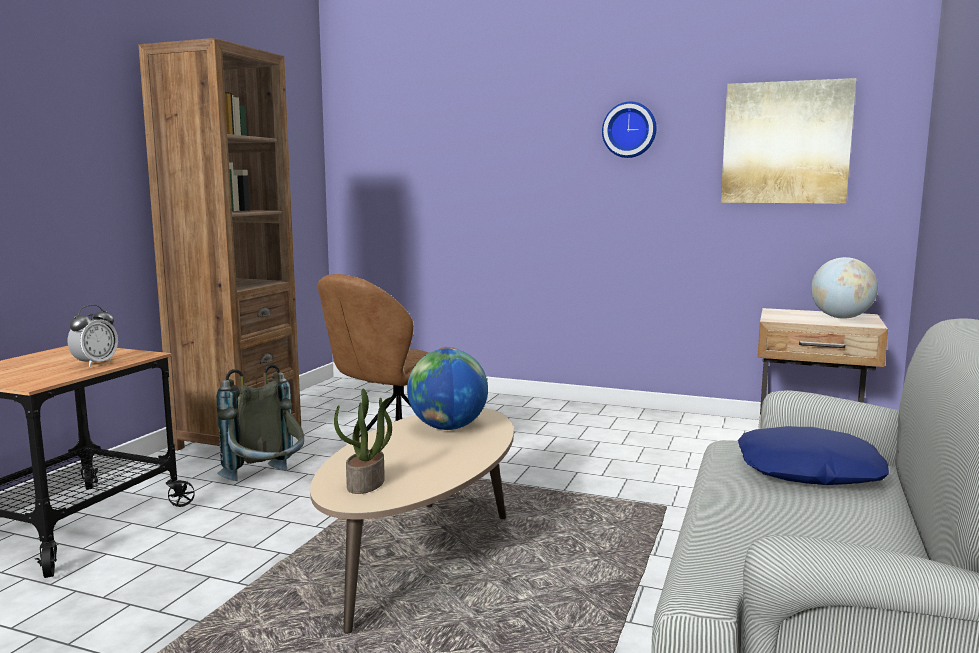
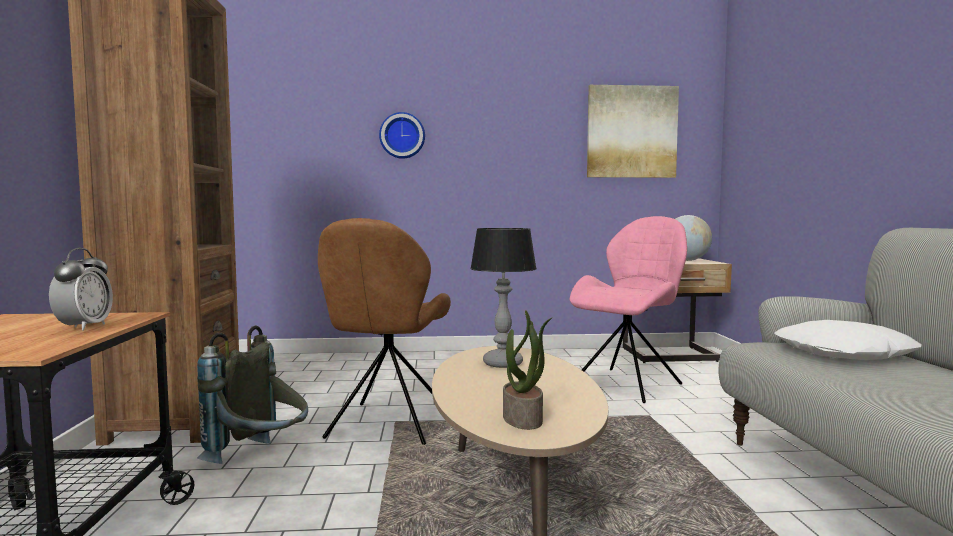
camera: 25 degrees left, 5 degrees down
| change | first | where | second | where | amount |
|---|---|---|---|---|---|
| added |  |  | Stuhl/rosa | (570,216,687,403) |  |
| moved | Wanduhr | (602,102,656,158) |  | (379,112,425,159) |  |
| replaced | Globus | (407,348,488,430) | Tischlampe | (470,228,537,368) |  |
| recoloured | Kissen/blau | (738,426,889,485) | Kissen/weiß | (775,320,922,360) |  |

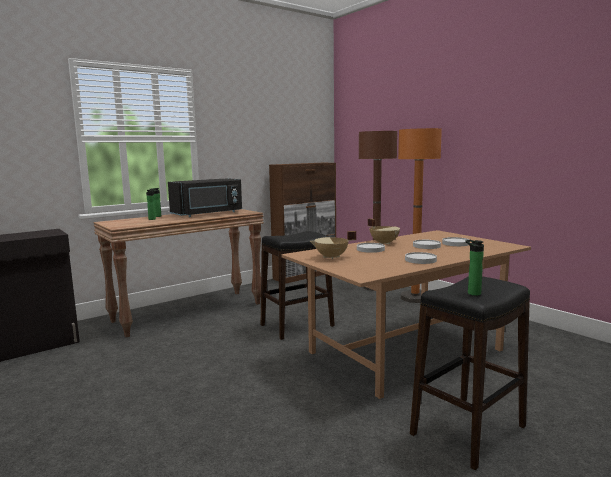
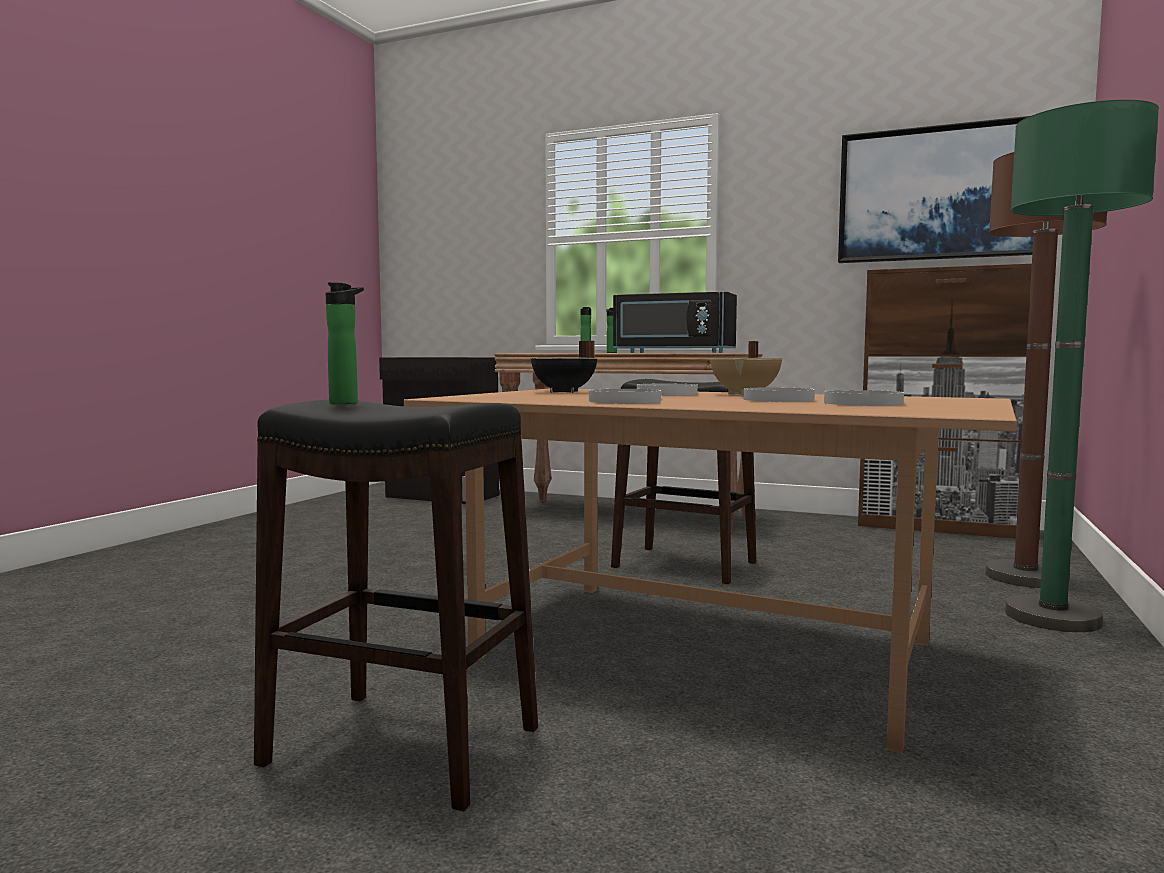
camera: 60 degrees right, 5 degrees down
| change | first | where | second | where | amount |
|---|---|---|---|---|---|
| added |  |  | Bild | (838,116,1033,263) |  |
| recoloured | Kochtopf/beige | (310,231,356,259) | Kochtopf/schwarz | (531,341,597,393) |  |
| recoloured | Stehlampe/orange | (398,128,442,303) | Stehlampe/grün | (1005,100,1159,632) |  |

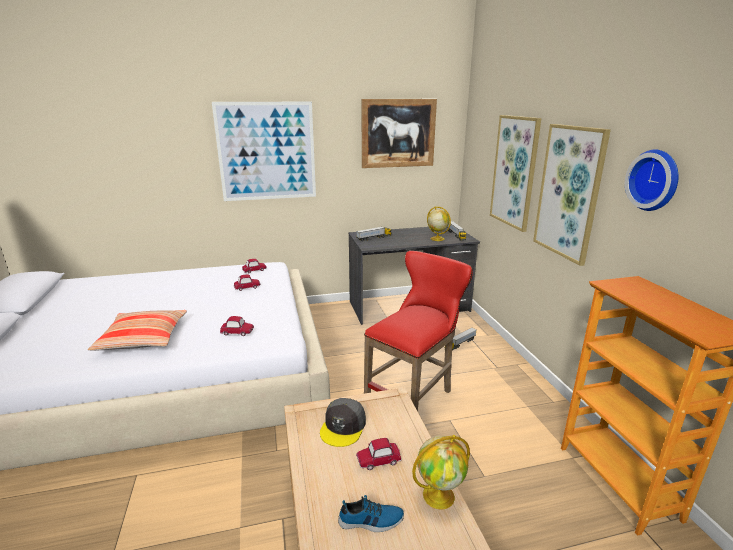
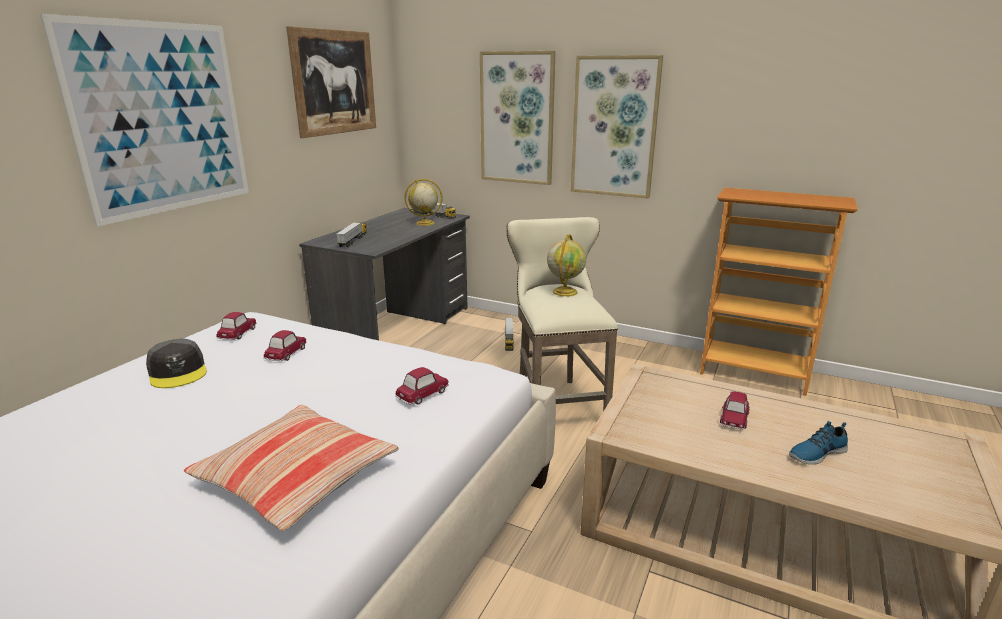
camera: 50 degrees left, 0 degrees up
| change | first | where | second | where | amount |
|---|---|---|---|---|---|
| removed | Wanduhr | (625,150,678,211) |  |  |  |
| moved | Kappe/grau | (320,398,366,447) |  | (146,338,207,388) |  |
| moved | Globus | (412,435,470,509) |  | (547,234,586,297) |  |
| recoloured | Hocker/rot | (364,251,473,411) | Hocker/beige | (507,217,618,411) |  |
| turned | Schuh | (338,495,404,532) |  | (789,421,848,465) | 150 degrees counterclockwise |

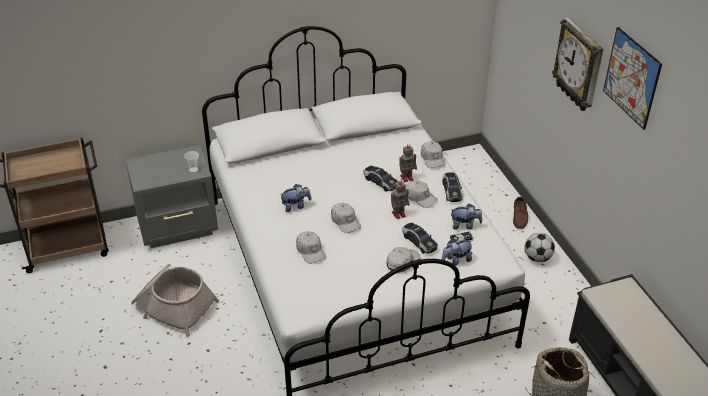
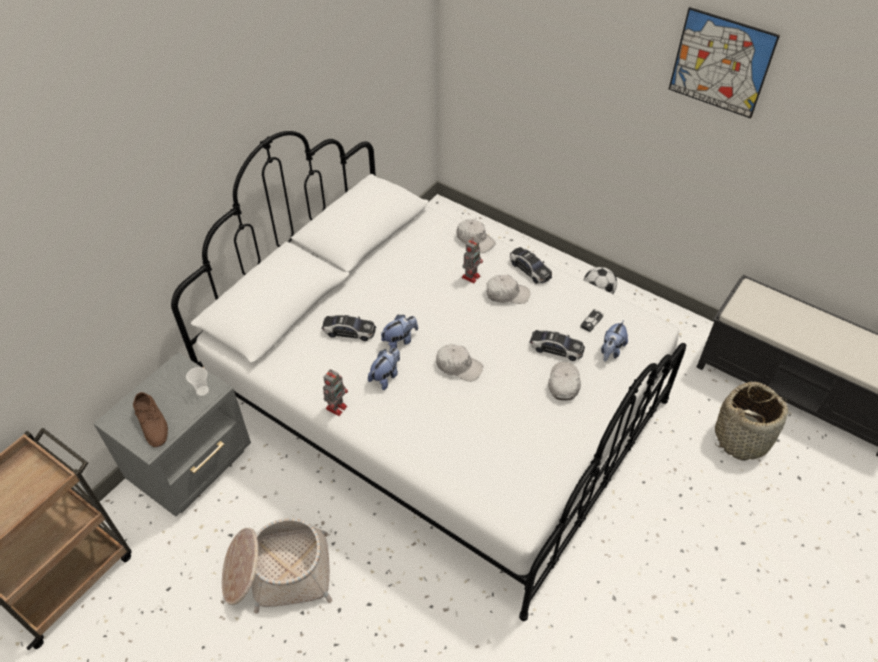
camera: 35 degrees left, 10 degrees up
| change | first | where | second | where | amount |
|---|---|---|---|---|---|
| removed | Kappe/weiß | (296,231,326,264) |  |  |  |
| removed | Wanduhr | (552,17,603,111) |  |  |  |
| moved | Spielzeugauto | (363,166,398,192) |  | (322,315,376,341) |  |
| moved | Spielzeugroboter | (391,179,410,219) |  | (323,369,348,416) |  |
| moved | Plüschtier | (451,203,482,230) |  | (380,315,418,350) |  |
| moved | Schuh/braun | (513,197,528,229) |  | (133,392,168,447) |  |

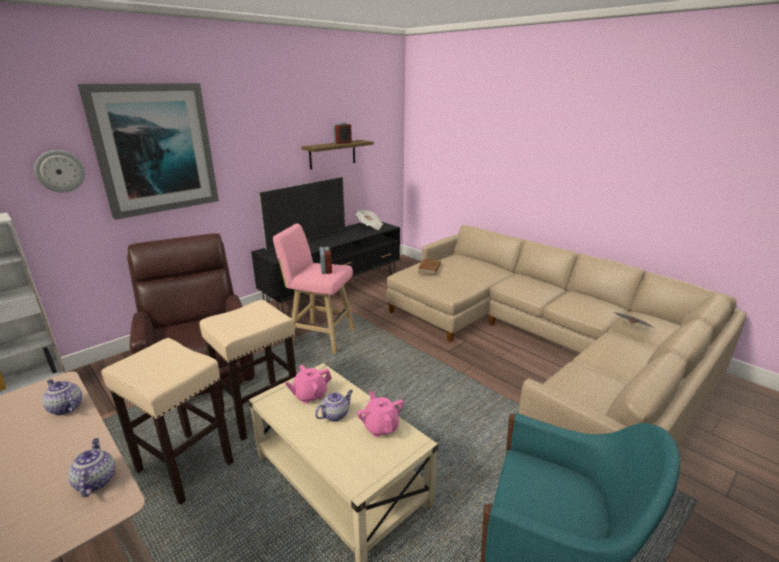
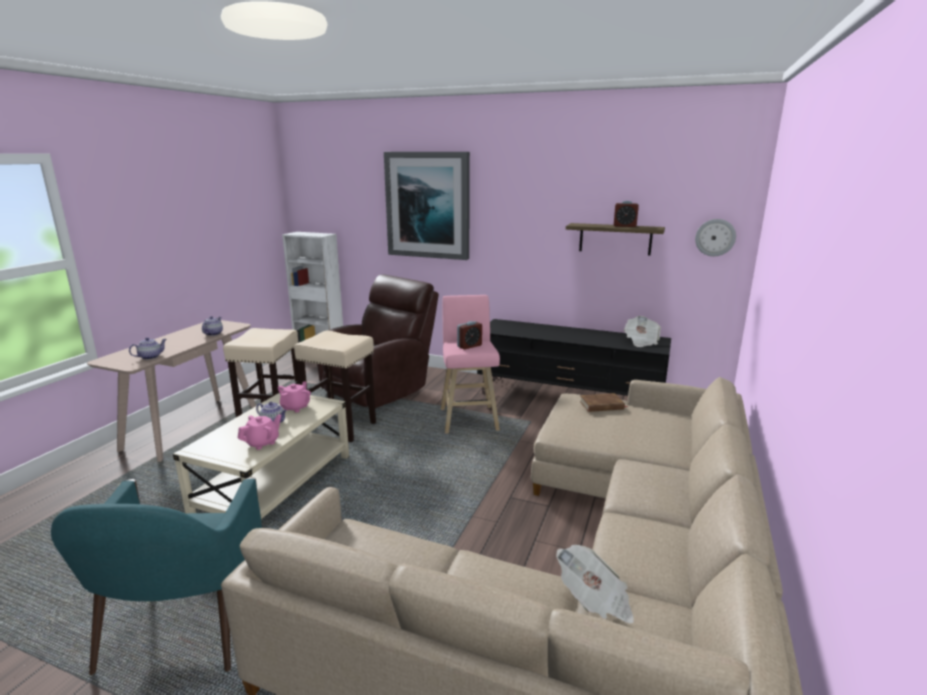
camera: 65 degrees right, 5 degrees down
| change | first | where | second | where | amount |
|---|---|---|---|---|---|
| removed | Fernseher | (259,177,345,251) |  |  |  |
| moved | Wanduhr | (34,150,85,193) |  | (695,219,736,256) |  |
| turned | Teekanne/rosa | (285,365,332,404) |  | (278,381,311,413) | 75 degrees clockwise |

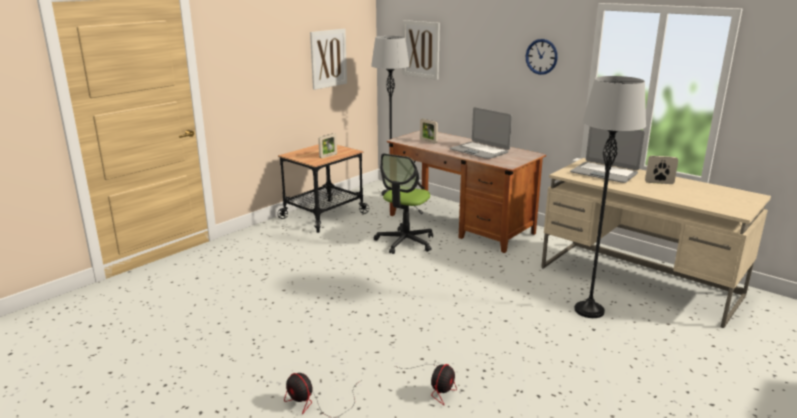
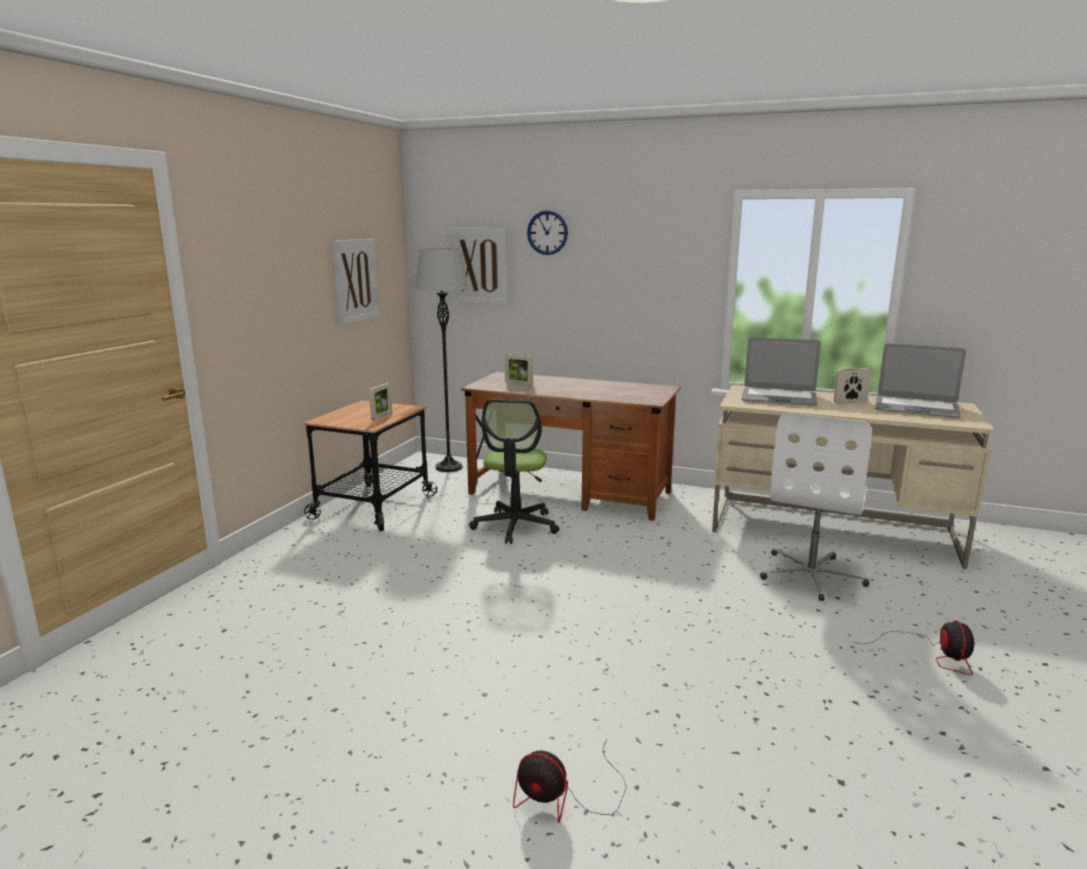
camera: 20 degrees left, 5 degrees down
| change | first | where | second | where | amount |
|---|---|---|---|---|---|
| moved | Ventilator | (395,364,457,405) |  | (853,621,974,675) |  |
| moved | Laptop | (450,107,512,159) |  | (875,343,966,418) |  |
| moved | Wanduhr | (526,39,558,75) |  | (527,210,568,255) |  |
| replaced | Stehlampe/grau | (574,76,646,318) | Bürostuhl/weiß | (760,413,872,601) |  |

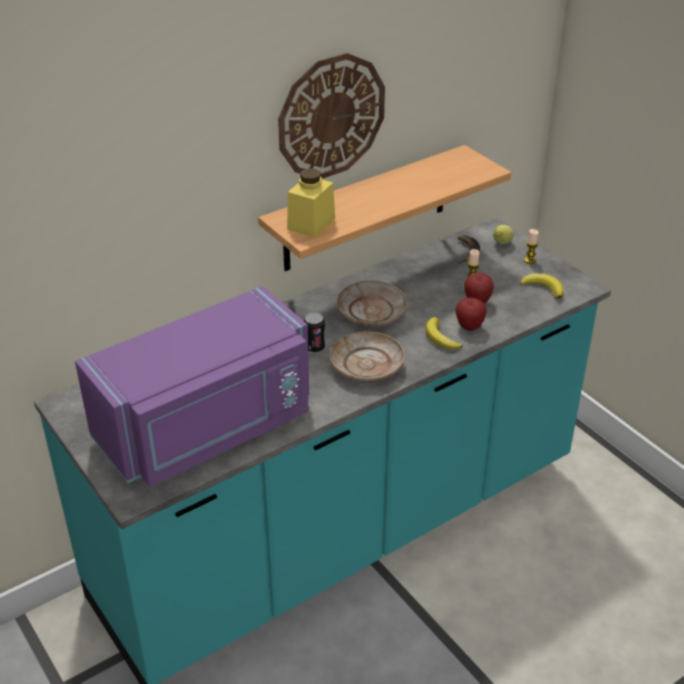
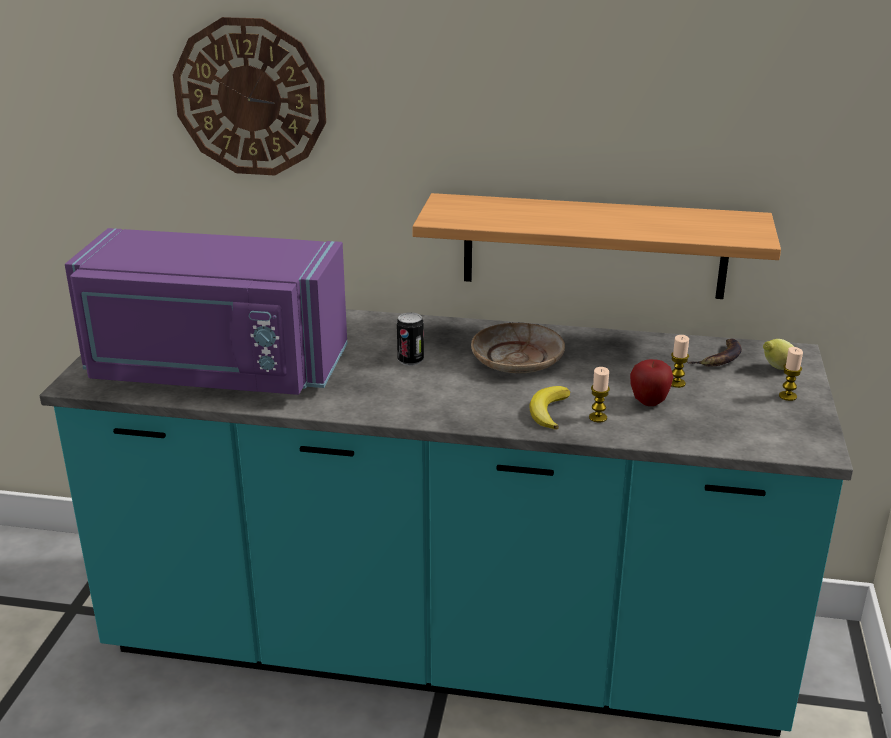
camera: 45 degrees right, 10 degrees down
| change | first | where | second | where | amount |
|---|---|---|---|---|---|
| removed | Vorratsglas/gelb | (287,168,335,238) |  |  |  |
| removed | Teller/beige | (329,331,405,382) |  |  |  |
| removed | Banane | (520,273,564,299) |  |  |  |
| moved | Wanduhr | (278,53,385,179) |  | (173,17,326,175) |  |
| replaced | Apfel | (456,298,487,331) | Kerze | (589,367,610,422) |  |

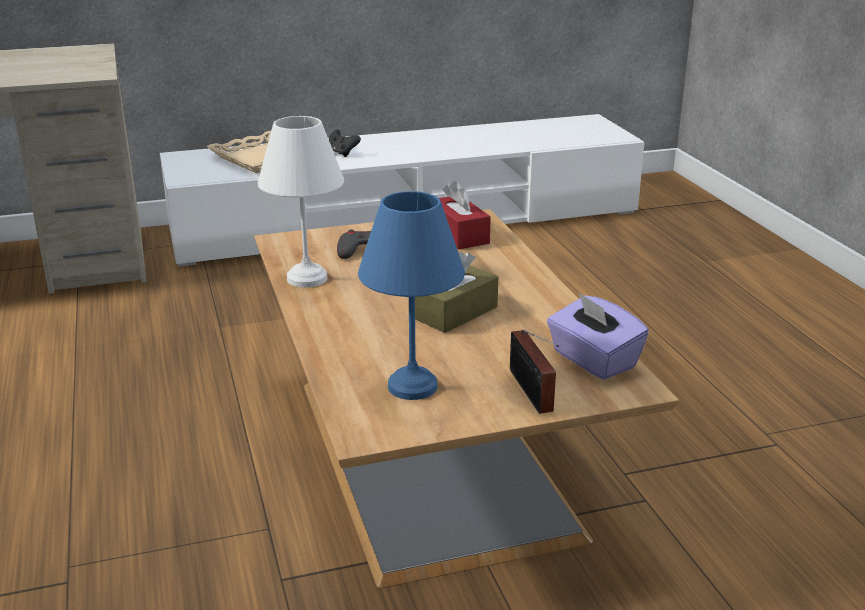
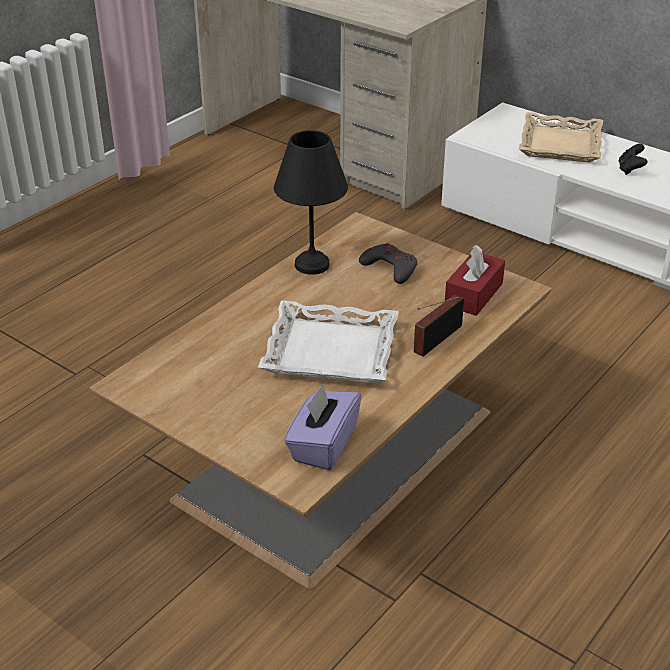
camera: 55 degrees right, 10 degrees up
| change | first | where | second | where | amount |
|---|---|---|---|---|---|
| removed | Tischlampe/blau | (358,191,465,400) |  |  |  |
| moved | Radio | (510,330,559,414) |  | (414,295,464,357) |  |
| replaced | Taschentuchbox/braun | (415,252,498,333) | Tablett/weiß | (258,301,399,383) |  |
| recoloured | Tischlampe/weiß | (258,116,344,287) | Tischlampe/schwarz | (274,130,348,275) |  |

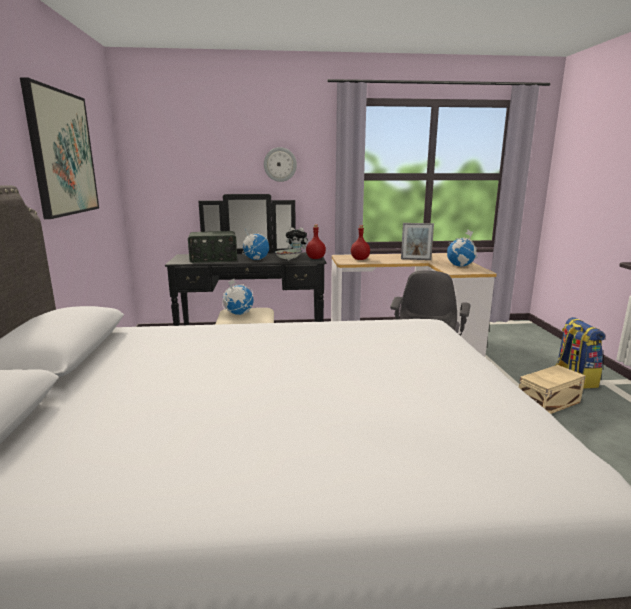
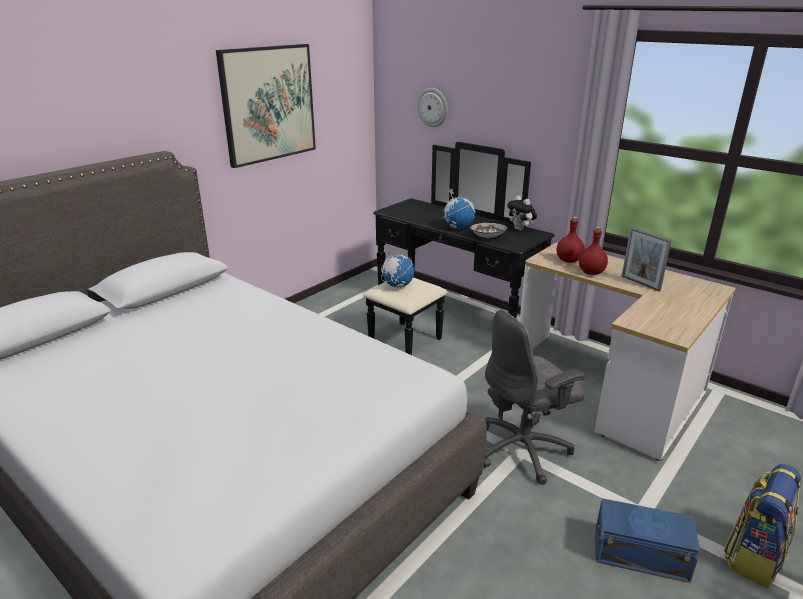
camera: 45 degrees right, 10 degrees up
| change | first | where | second | where | amount |
|---|---|---|---|---|---|
| removed | Radio | (188,231,237,263) |  |  |  |
| removed | Globus | (447,229,478,267) |  |  |  |
| moved | Wanduhr | (264,147,297,182) |  | (417,88,448,127) |  |
| moved | Flasche/rot | (306,225,326,259) |  | (579,227,608,275) |  |
| recoloured | Aufbewahrungsbox/beige | (519,365,585,414) | Aufbewahrungsbox/blau | (596,498,700,583) |  |

